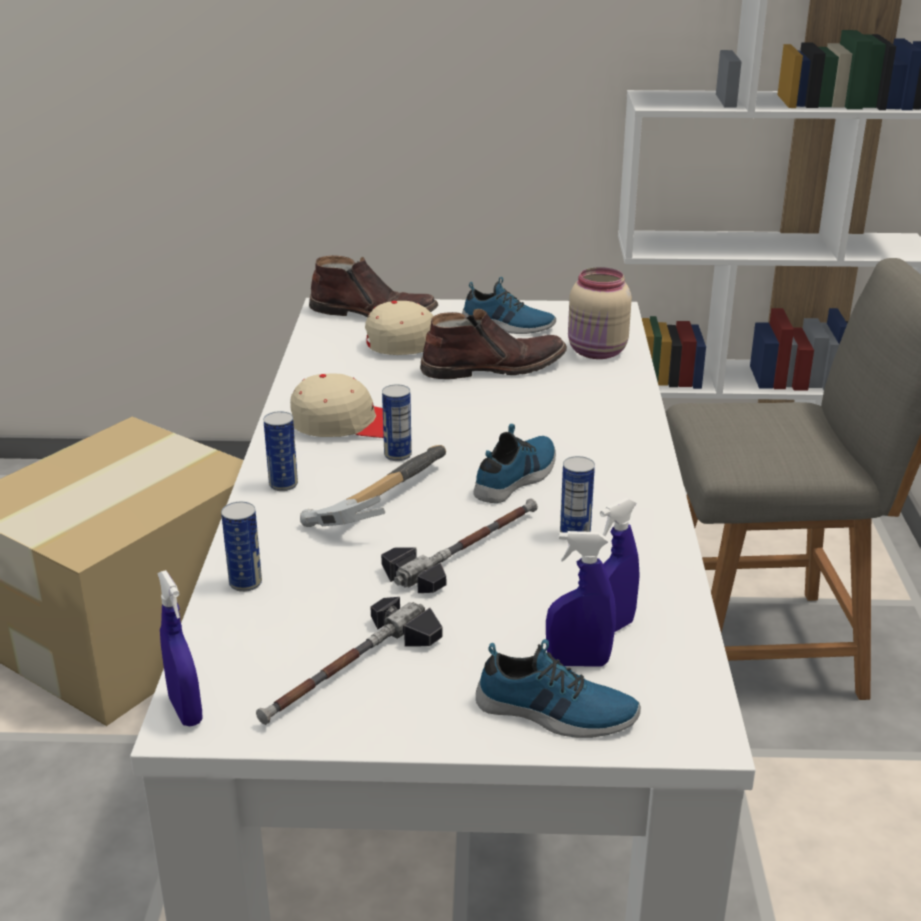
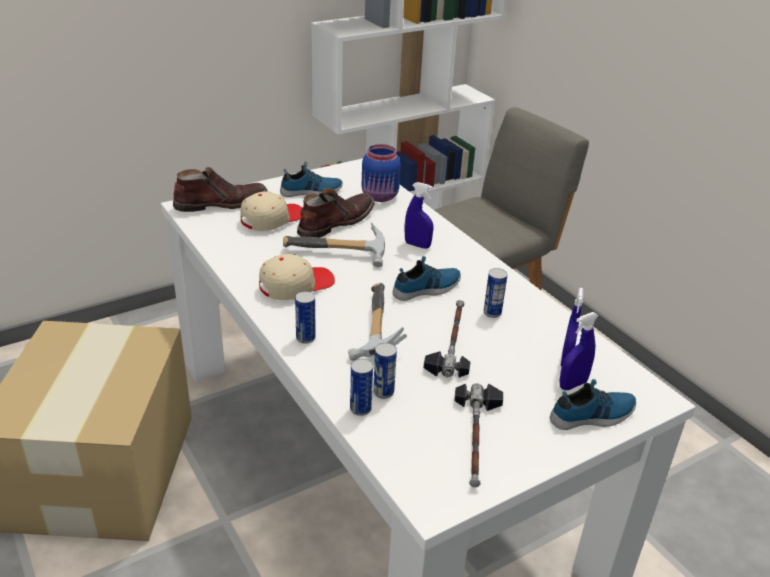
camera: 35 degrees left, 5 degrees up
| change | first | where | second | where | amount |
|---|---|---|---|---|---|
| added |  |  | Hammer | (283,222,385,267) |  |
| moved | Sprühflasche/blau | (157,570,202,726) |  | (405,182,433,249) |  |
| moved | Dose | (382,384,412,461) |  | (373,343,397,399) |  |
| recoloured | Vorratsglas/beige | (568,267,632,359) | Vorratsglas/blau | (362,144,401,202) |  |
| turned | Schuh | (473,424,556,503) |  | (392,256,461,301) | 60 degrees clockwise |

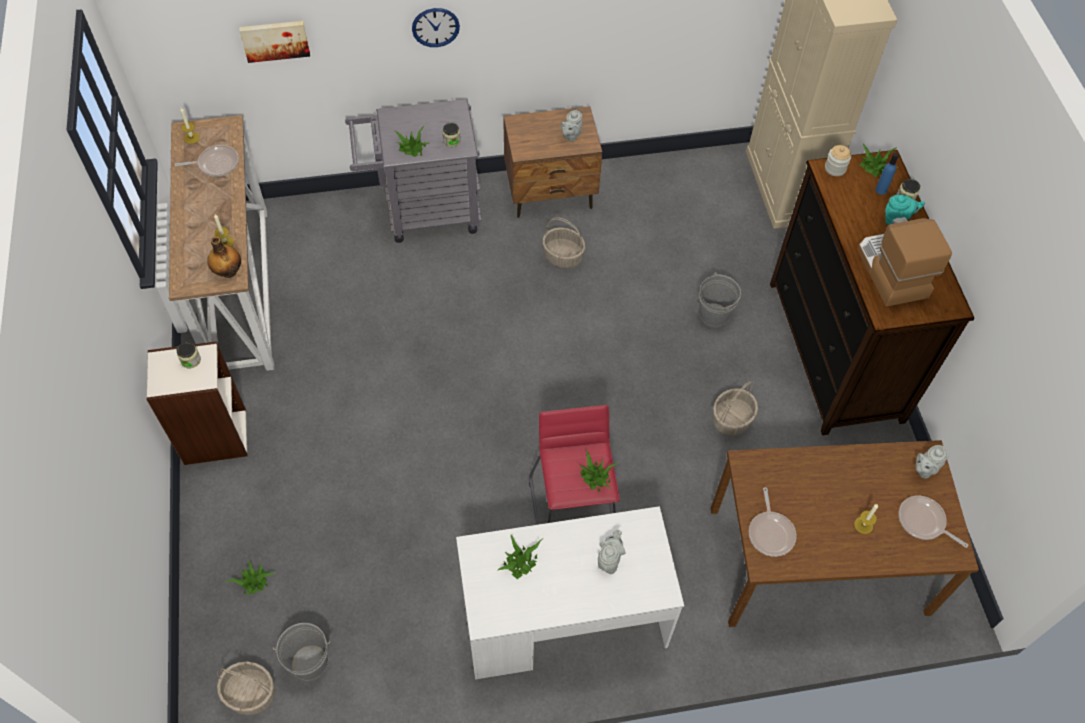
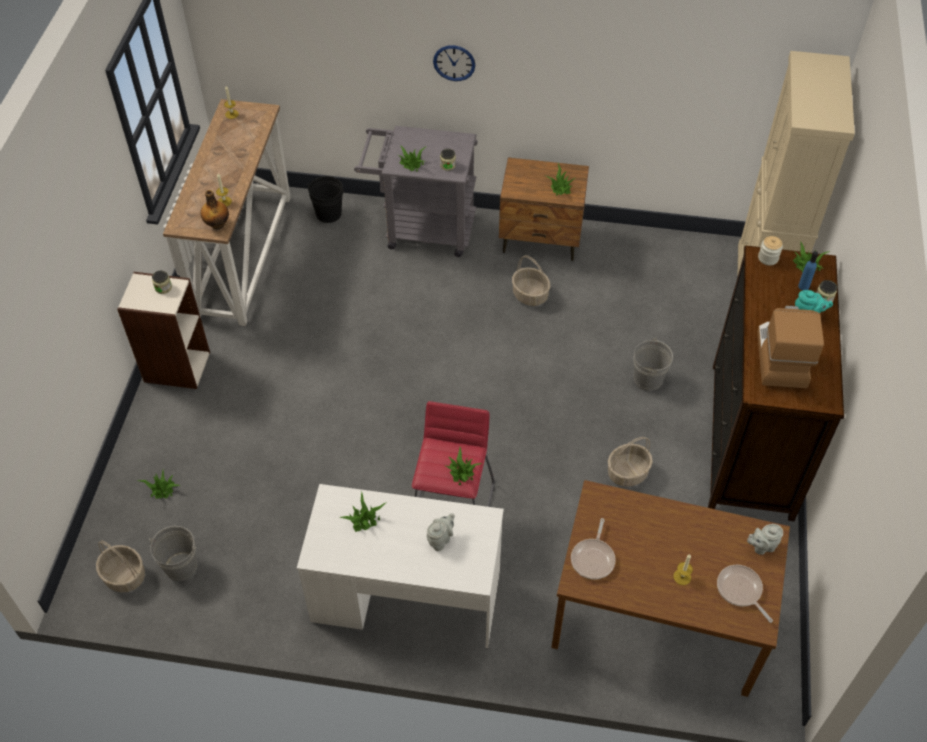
camera: 20 degrees right, 5 degrees down
| change | first | where | second | where | amount |
|---|---|---|---|---|---|
| removed | Pfanne | (175,145,239,177) |  |  |  |
| removed | Bild | (239,21,310,63) |  |  |  |
| added |  |  | Eimer/schwarz | (306,176,344,223) |  |
| replaced | Teekanne/grau | (561,110,583,142) | Topfpflanze | (544,163,575,195) |  |

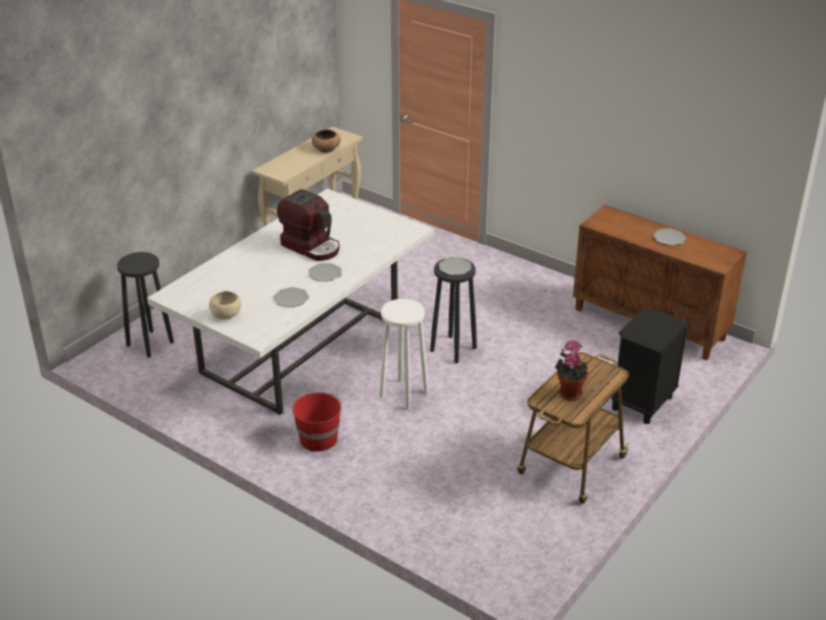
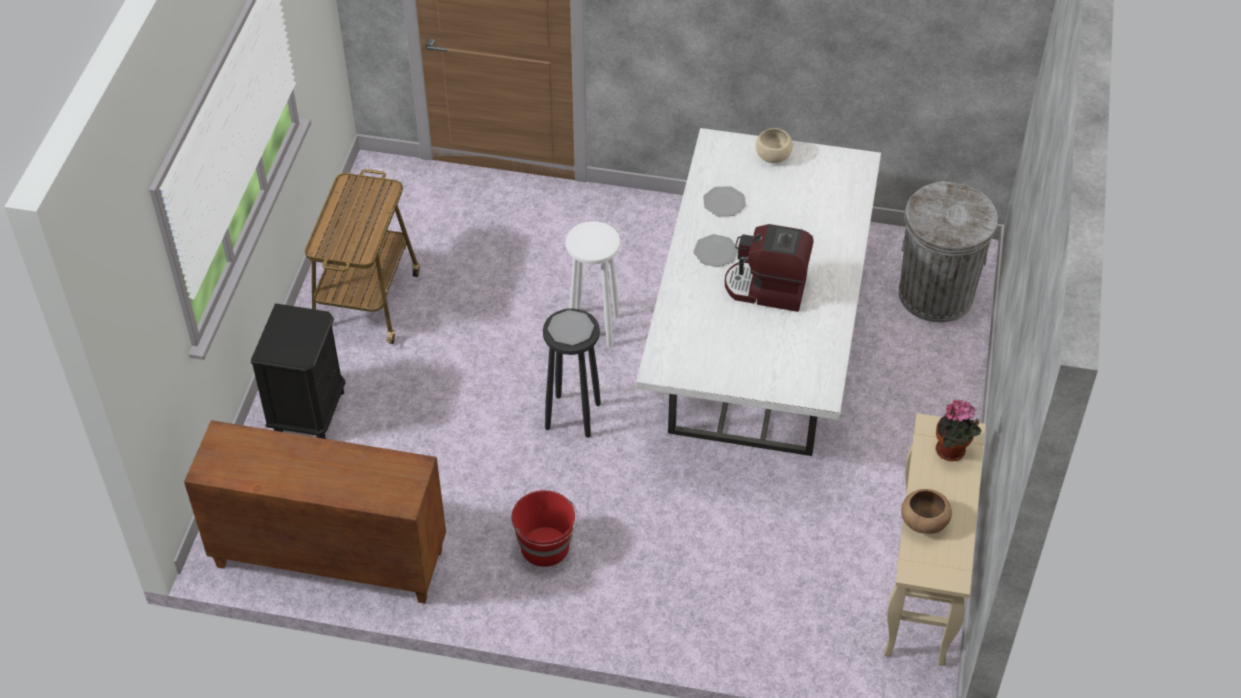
camera: 155 degrees right, 15 degrees up
| change | first | where | second | where | amount |
|---|---|---|---|---|---|
| removed | Teller | (653,228,687,246) |  |  |  |
| moved | Eimer/rot | (291,392,342,452) |  | (512,490,578,567) |  |
| moved | Topfpflanze | (555,340,588,401) |  | (936,400,981,461) |  |
| replaced | Hocker/schwarz | (117,252,174,358) | Mülleimer/grau | (899,181,998,323) |  |

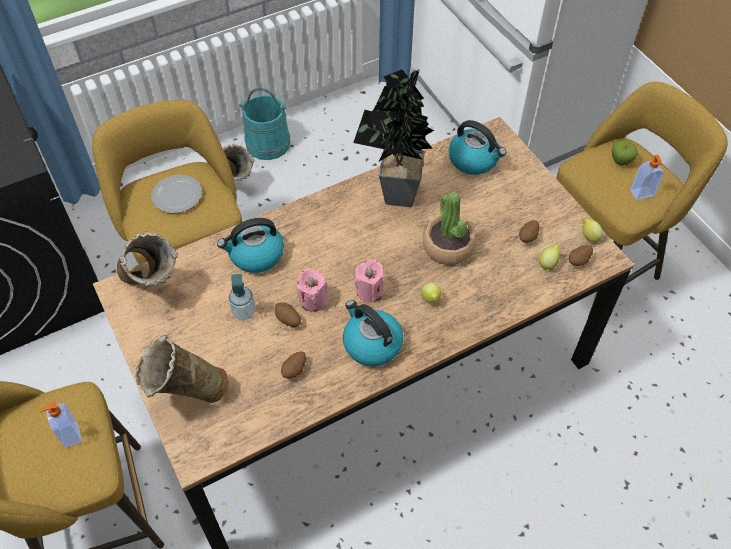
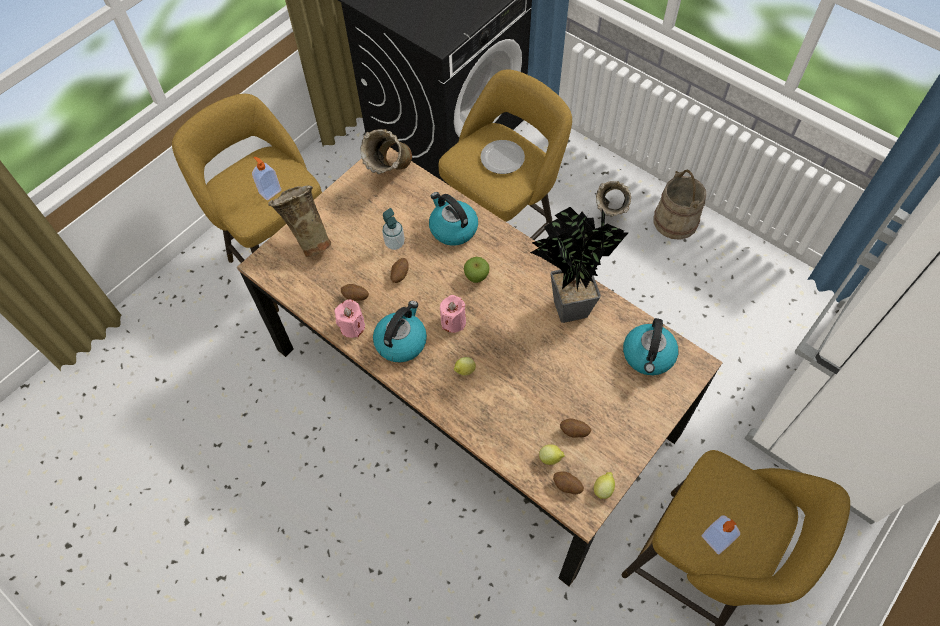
camera: 70 degrees right, 5 degrees up
| change | first | where | second | where | amount |
|---|---|---|---|---|---|
| removed | Topfpflanze | (423,192,476,265) |  |  |  |
| moved | Kerze/rosa | (296,268,328,312) |  | (335,299,365,338) |  |
| moved | Apfel | (612,140,638,166) |  | (464,257,490,283) |  |
| recoloured | Eimer/türkis | (239,88,290,160) | Eimer/beige | (654,169,706,240) |  |

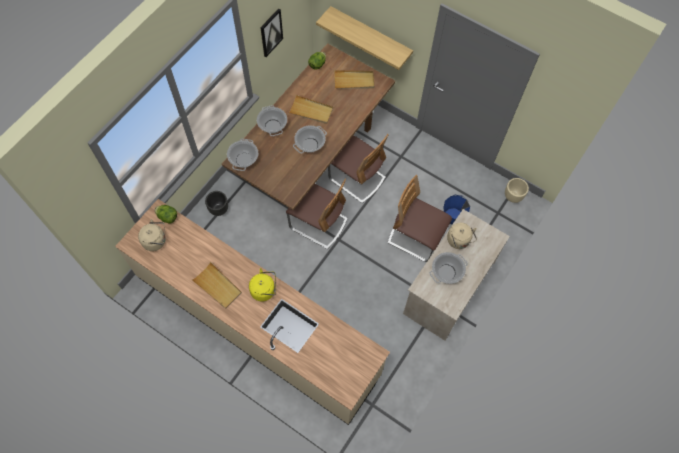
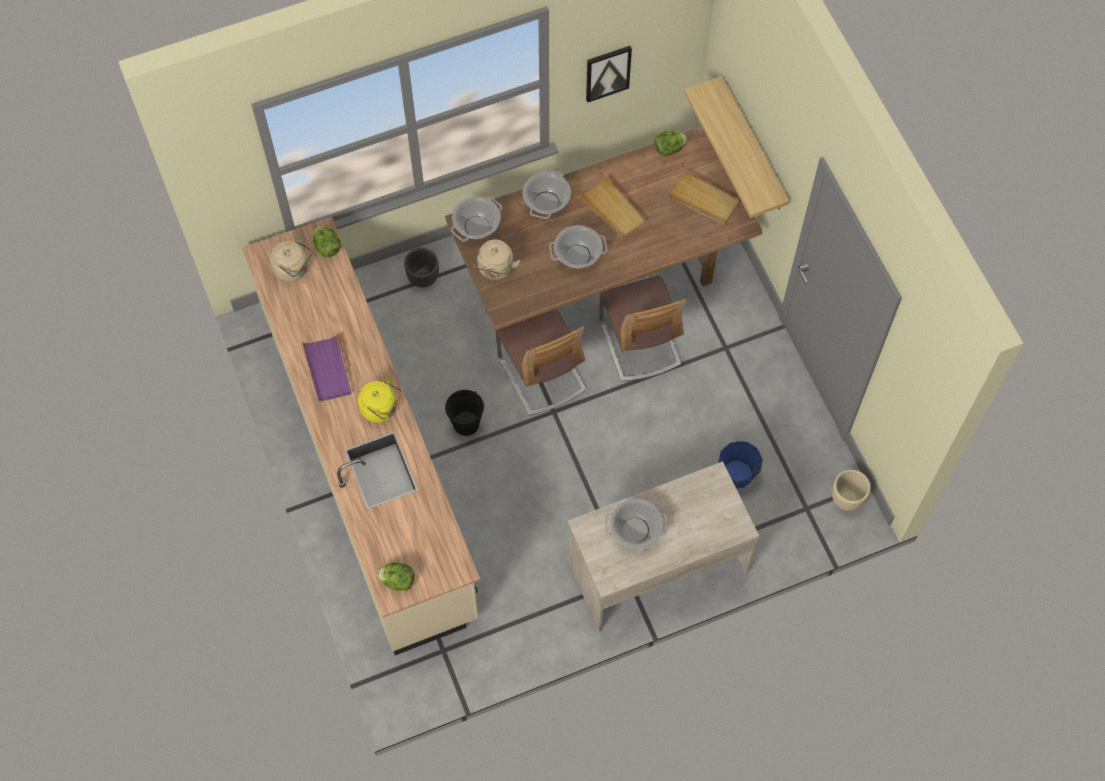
camera: 35 degrees right, 0 degrees up
| change | first | where | second | where | amount |
|---|---|---|---|---|---|
| removed | Stuhl | (388,175,452,262) |  |  |  |
| added |  |  | Salatkopf | (377,562,414,591) |  |
| added |  |  | Eimer/schwarz | (445,390,484,436) |  |
| moved | Wasserkessel/beige | (447,223,477,249) |  | (474,239,521,280) |  |
| recoloured | Tablett/beige | (192,262,242,309) | Tablett/lila | (302,334,352,403) |  |

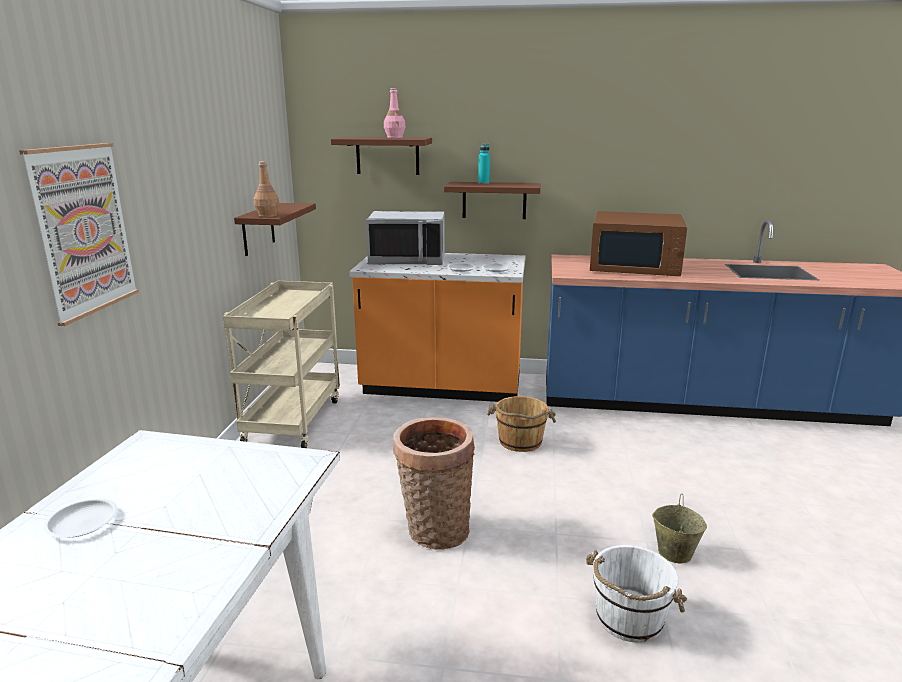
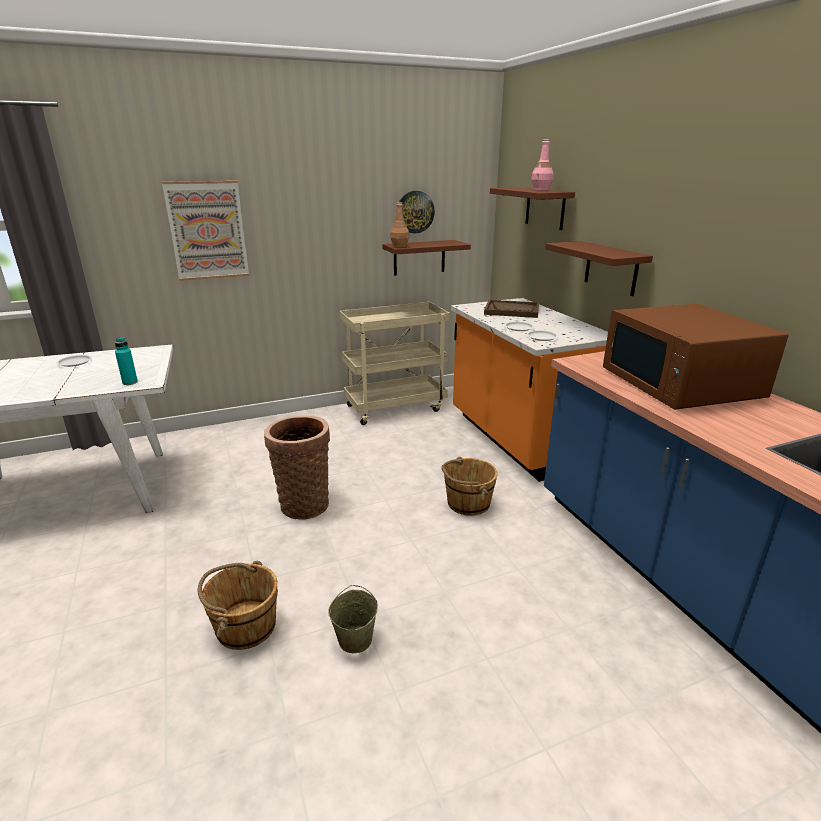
camera: 60 degrees right, 5 degrees up
| change | first | where | second | where | amount |
|---|---|---|---|---|---|
| added |  |  | Wanduhr | (399,191,435,233) |  |
| moved | Flasche/türkis | (478,143,490,184) |  | (115,337,138,385) |  |
| replaced | Mikrowelle/grau | (366,211,445,265) | Tablett/braun | (484,300,539,318) |  |
| recoloured | Eimer/weiß | (586,545,687,643) | Eimer/braun | (198,561,278,650) |  |

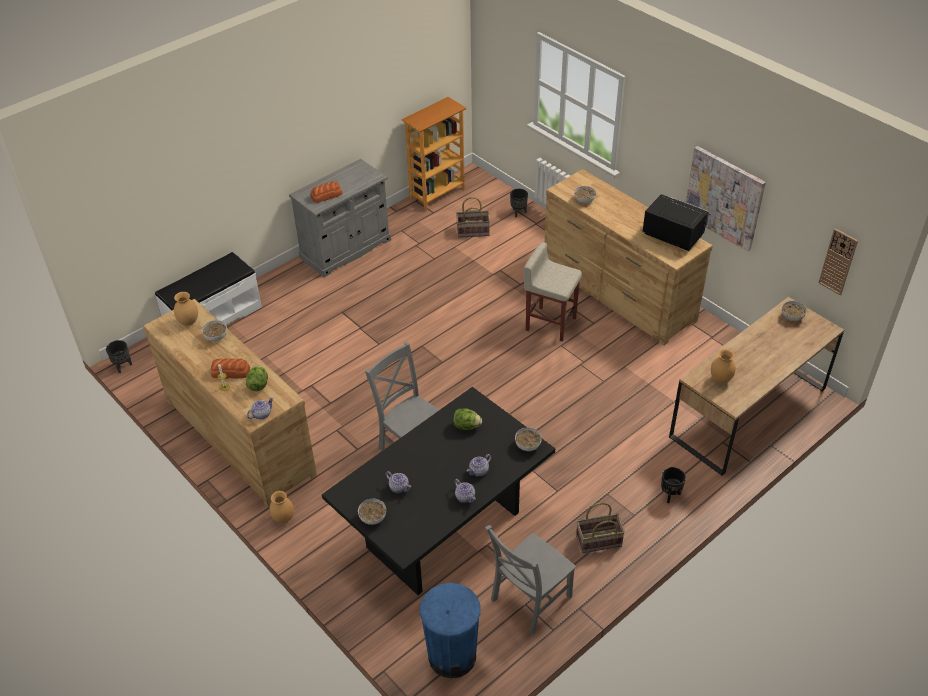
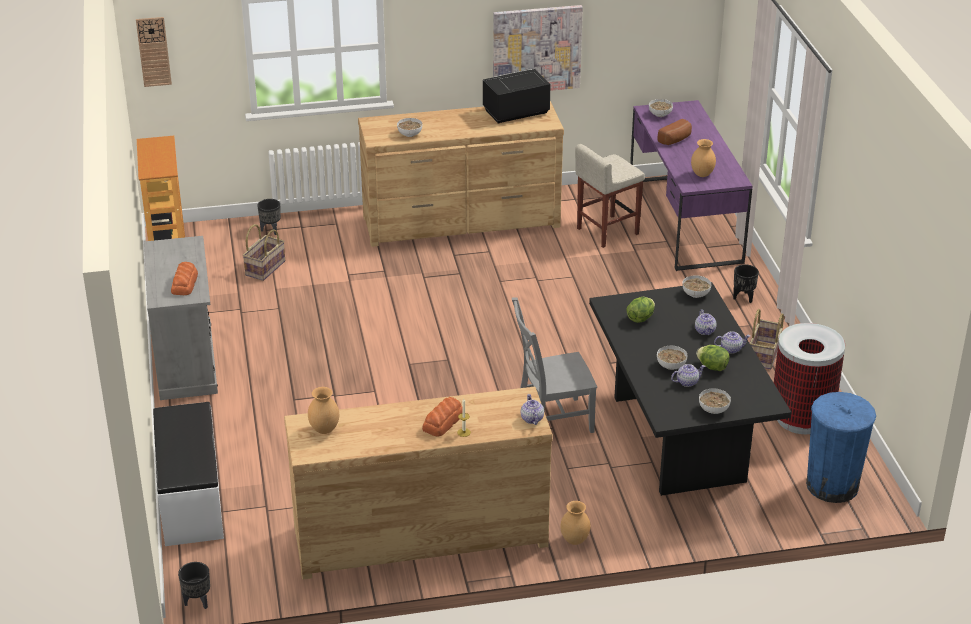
camera: 60 degrees left, 10 degrees down
| change | first | where | second | where | amount |
|---|---|---|---|---|---|
| added |  |  | Brot | (658,119,692,145) |  |
| moved | Schüssel | (202,320,227,341) |  | (657,346,687,370) |  |
| moved | Salatkopf | (246,365,268,391) |  | (696,345,730,371) |  |
| moved | Hocker/beige | (523,242,582,342) |  | (575,144,645,248) |  |
| moved | Wanduhr | (818,228,858,295) |  | (136,17,172,87) |  |
| replaced | Stuhl/grau | (485,525,576,635) | Mülleimer | (774,323,845,434) |  |
| recoloured | Schreibtisch/braun | (669,297,844,476) | Schreibtisch/lila | (630,100,753,271) |  |

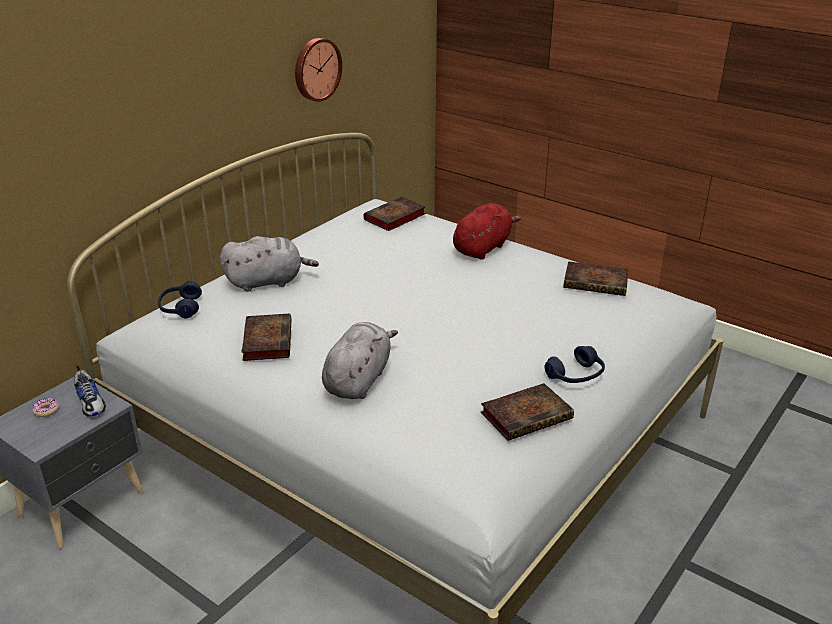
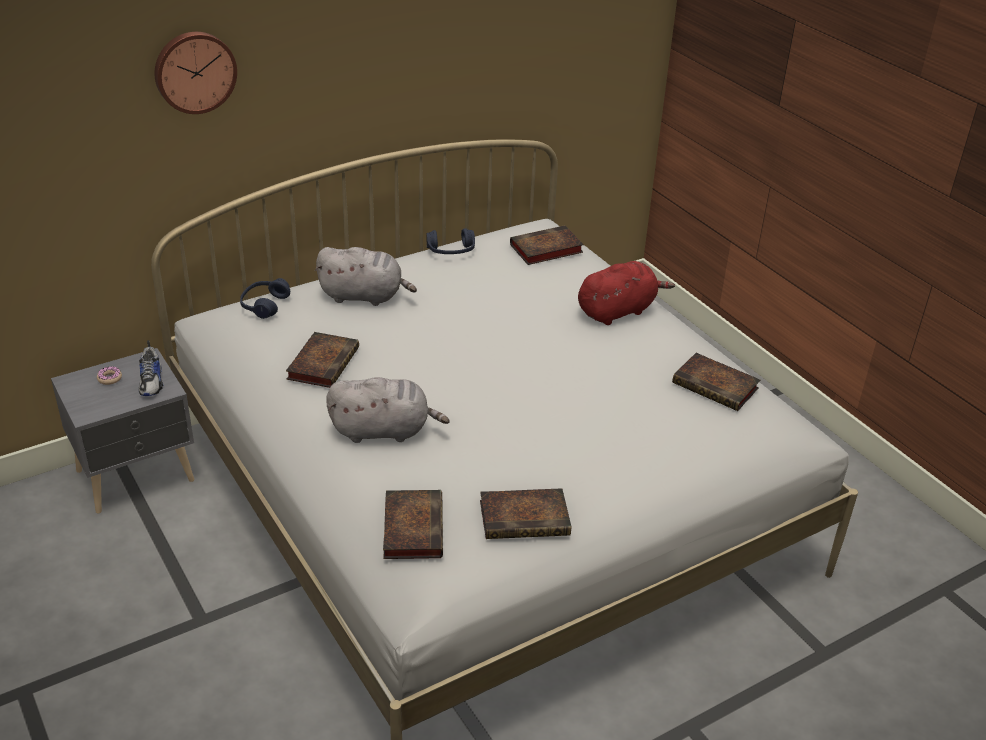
camera: 20 degrees right, 5 degrees up
| change | first | where | second | where | amount |
|---|---|---|---|---|---|
| added |  |  | Buch | (383,490,443,559) |  |
| moved | Wanduhr | (295,38,342,102) |  | (155,32,237,114) |  |
| moved | Kopfhörer/blau | (545,346,605,383) |  | (426,228,475,254) |  |
| turned | Plüschtier/grau | (322,322,398,399) |  | (326,377,450,443) | 45 degrees clockwise |

